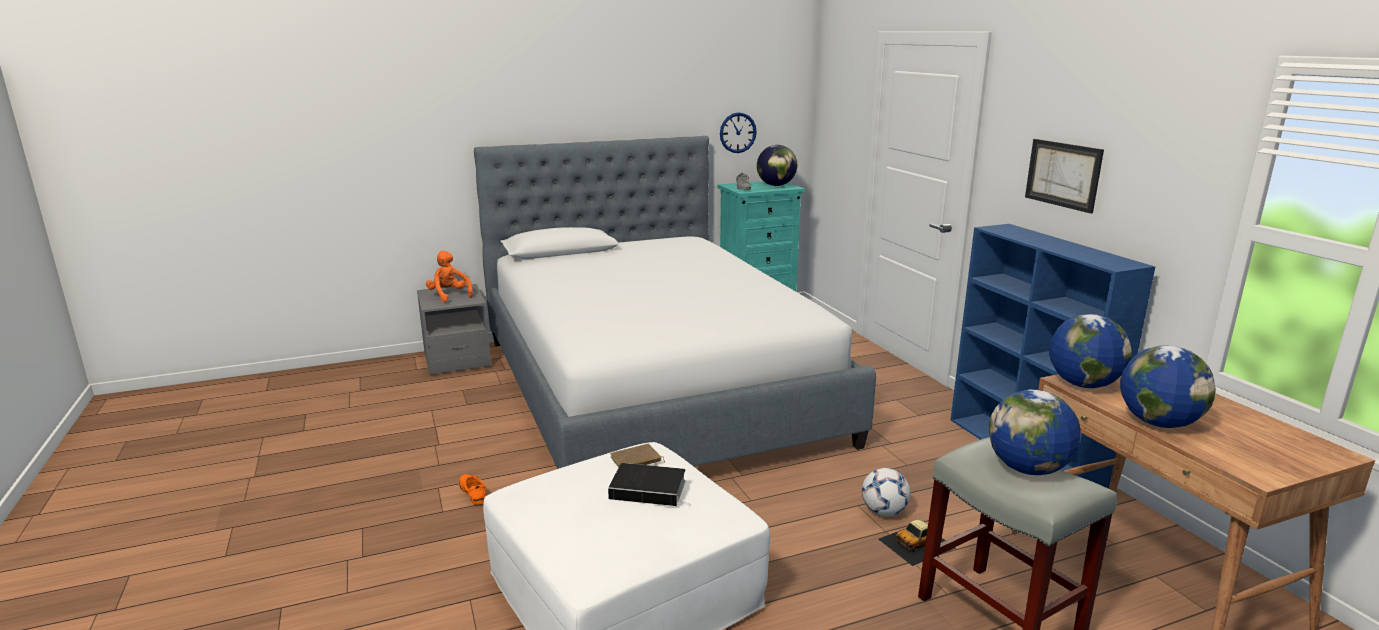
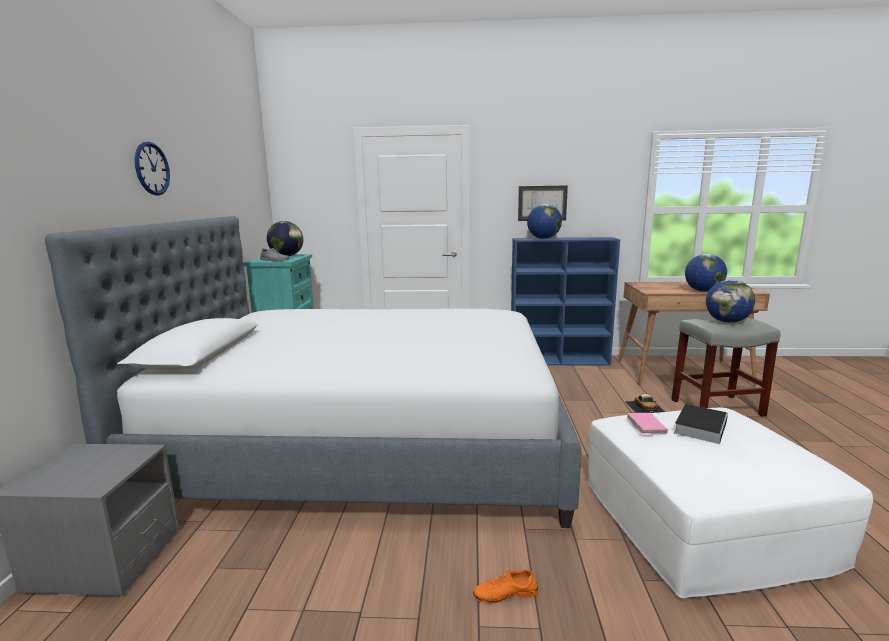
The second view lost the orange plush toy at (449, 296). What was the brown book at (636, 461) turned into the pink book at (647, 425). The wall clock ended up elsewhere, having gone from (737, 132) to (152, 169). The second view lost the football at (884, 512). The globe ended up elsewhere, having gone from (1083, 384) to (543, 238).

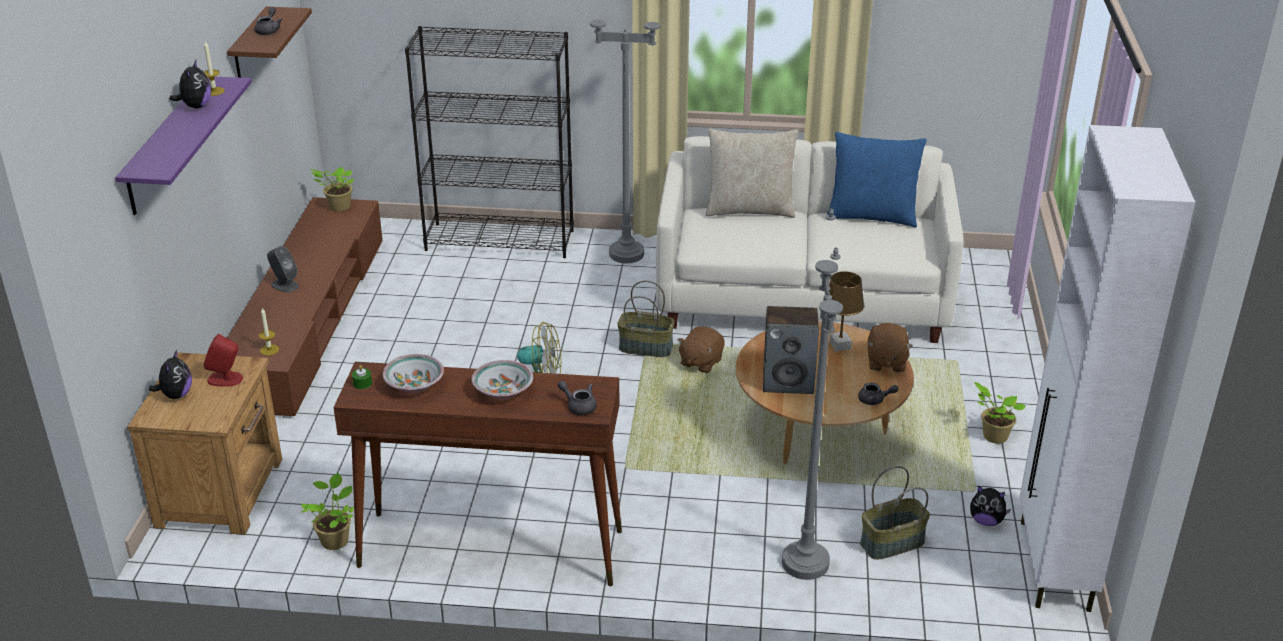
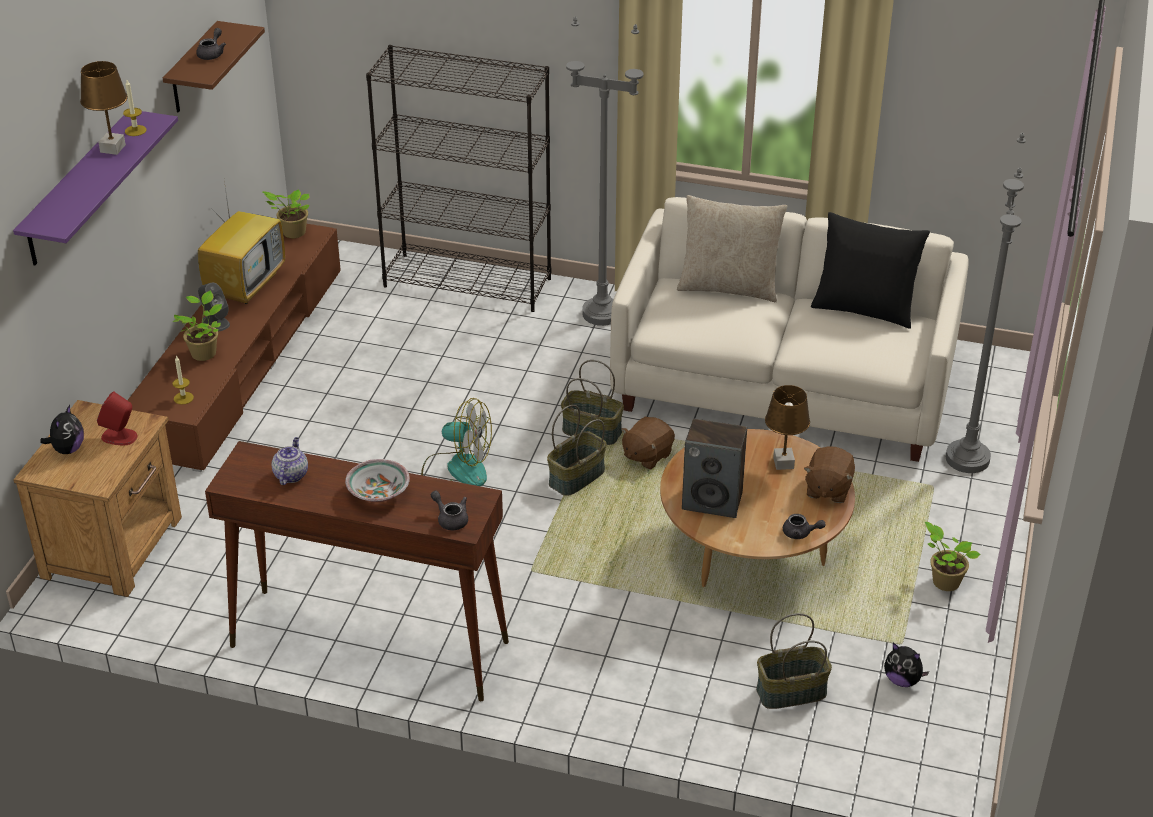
Where the plush toy stood at (196, 106), the brown table lamp came to stand at (112, 148). The potted plant ended up elsewhere, having gone from (335, 540) to (204, 352). The second view lost the green candle at (362, 383). Where the bowl stood at (414, 385), the teapot came to stand at (291, 475). The grey floor lamp ended up elsewhere, having gone from (805, 563) to (967, 459). What was the blue pillow at (872, 216) turned into the black pillow at (864, 308). The second view lost the white cabinet at (1054, 566). The second view gained the television at (246, 284). The second view gained the basket at (577, 478).

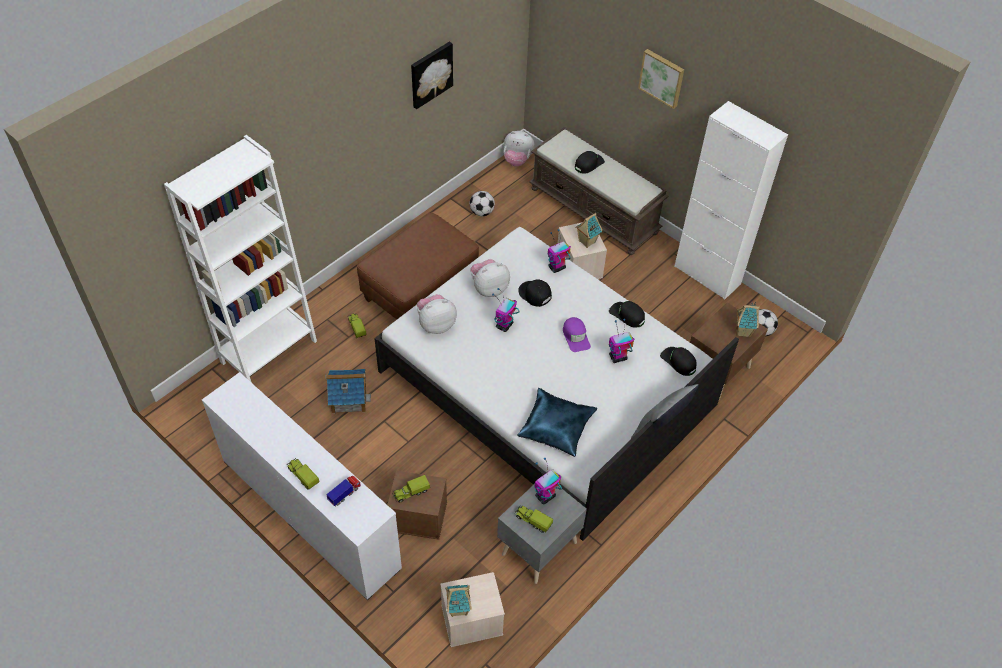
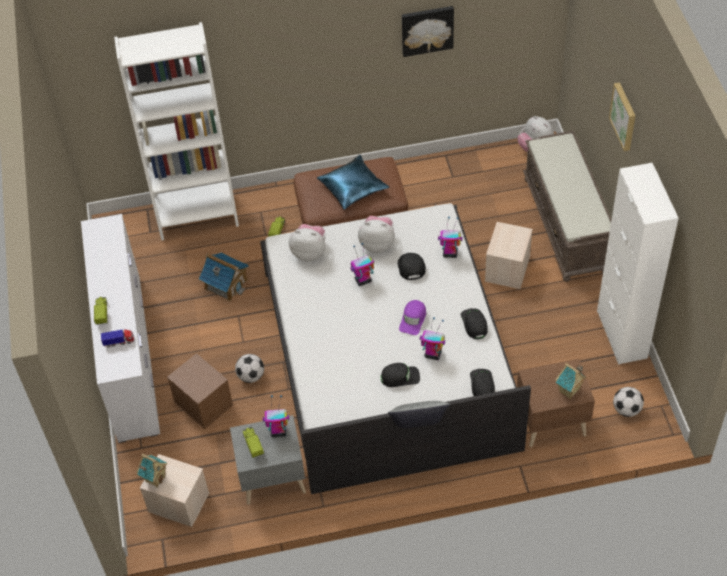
The second view lost the toy truck at (411, 492). The football ended up elsewhere, having gone from (482, 212) to (251, 376). The blue pillow ended up elsewhere, having gone from (555, 427) to (352, 187). The black cap ended up elsewhere, having gone from (588, 164) to (400, 377). The second view lost the toy house at (586, 242).

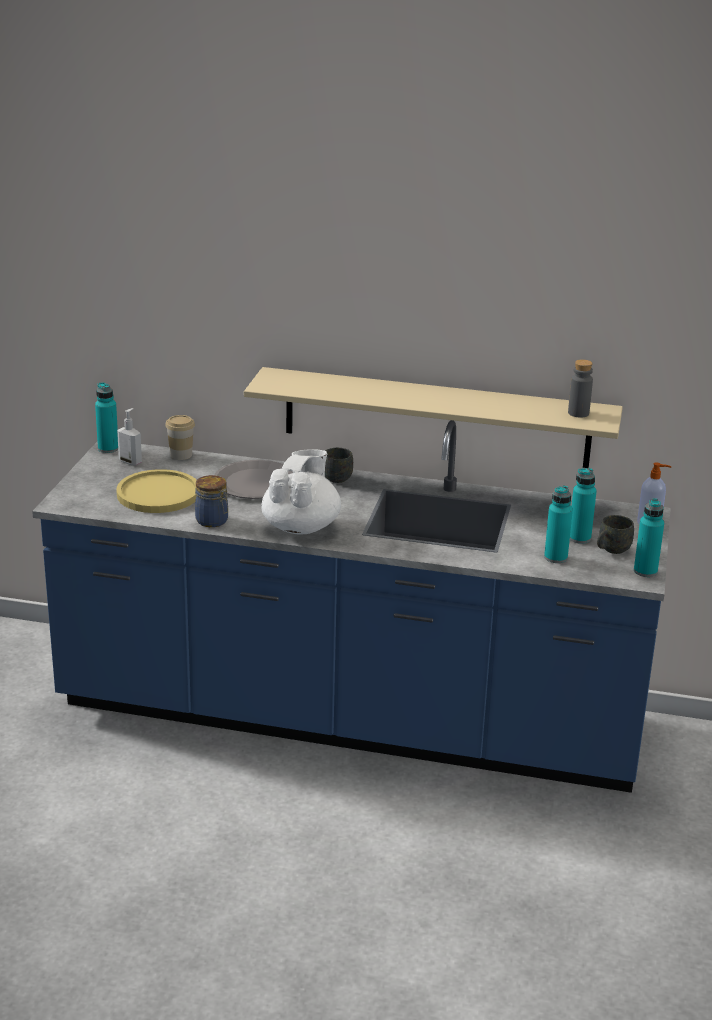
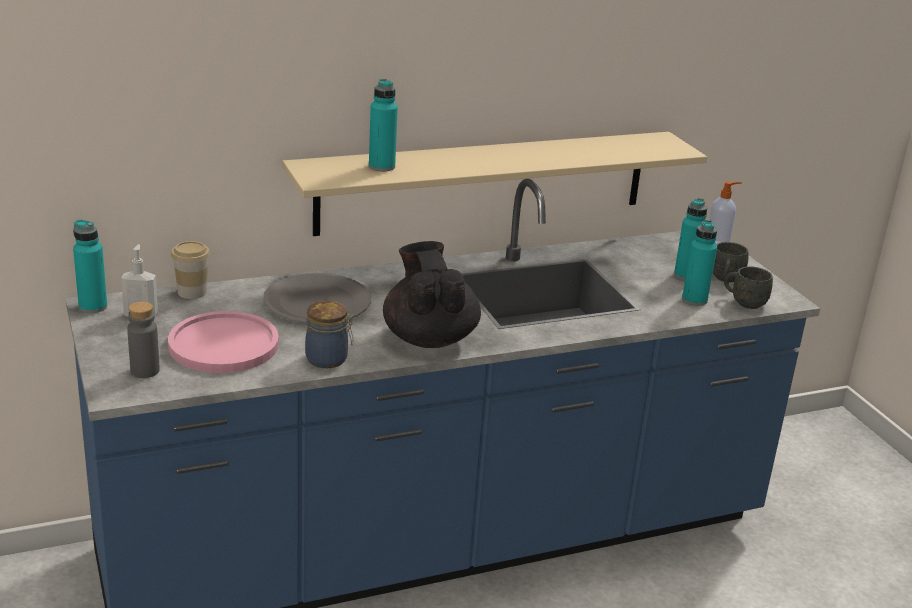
What was the yellow plate at (158, 494) turned into the pink plate at (223, 345). What was the white teapot at (301, 527) turned into the black teapot at (429, 338). The grey mug ended up elsewhere, having gone from (335, 477) to (744, 302). The grey bottle ended up elsewhere, having gone from (578, 413) to (145, 371). The turquoise bottle ended up elsewhere, having gone from (645, 571) to (381, 167).

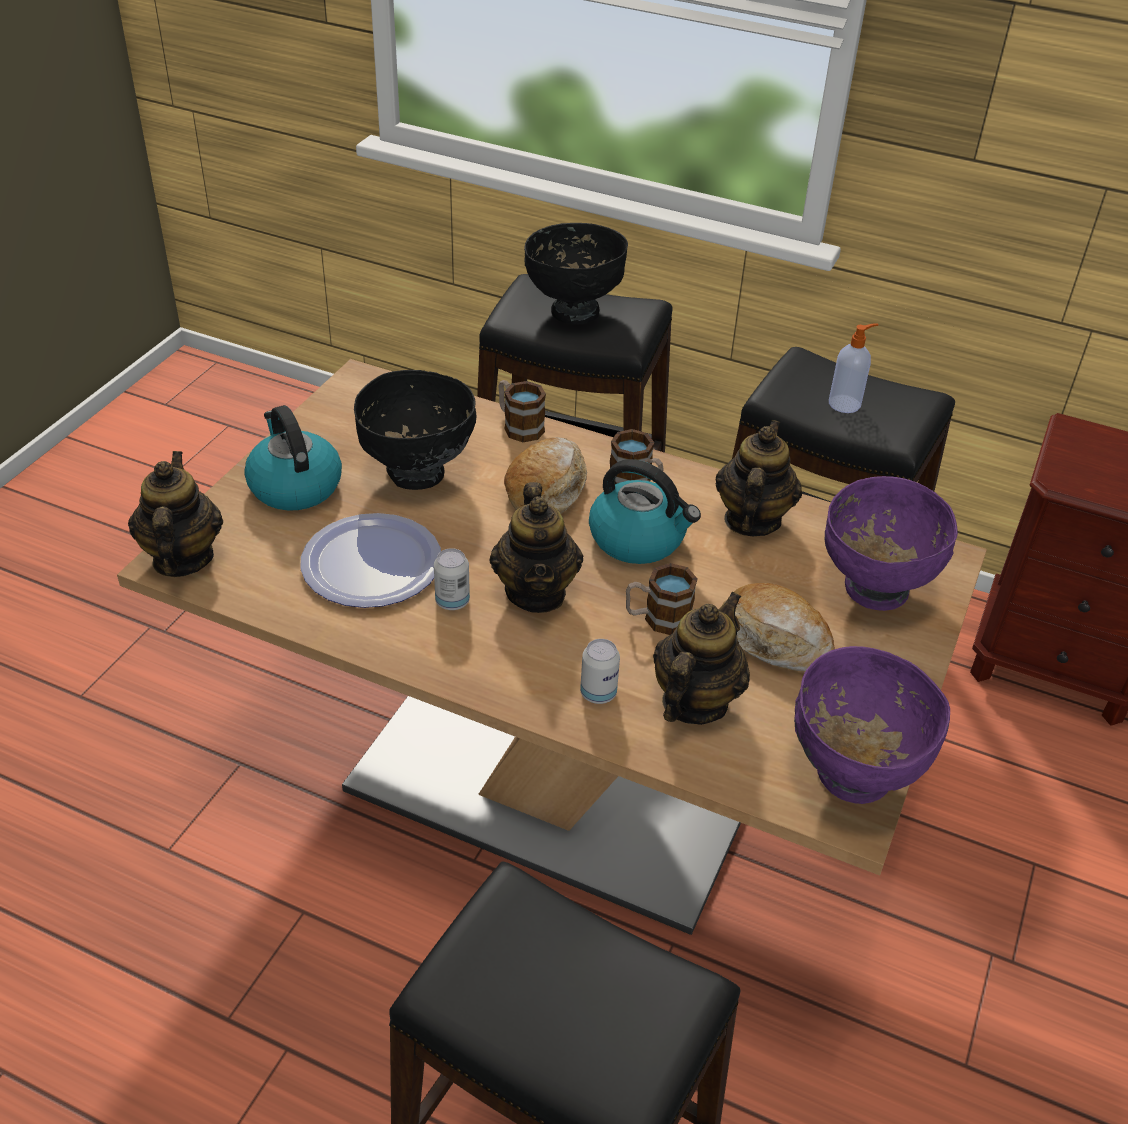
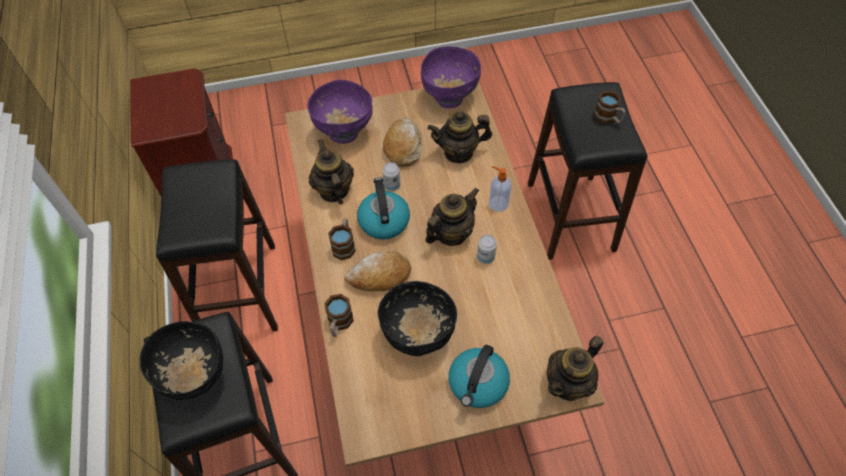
The second view lost the plate at (371, 563). The can ended up elsewhere, having gone from (598, 693) to (392, 185). The mug ended up elsewhere, having gone from (657, 618) to (608, 118). The teapot at (751, 520) ended up facing another way, 90 degrees clockwise from before. The soap dispenser ended up elsewhere, having gone from (845, 404) to (497, 203).

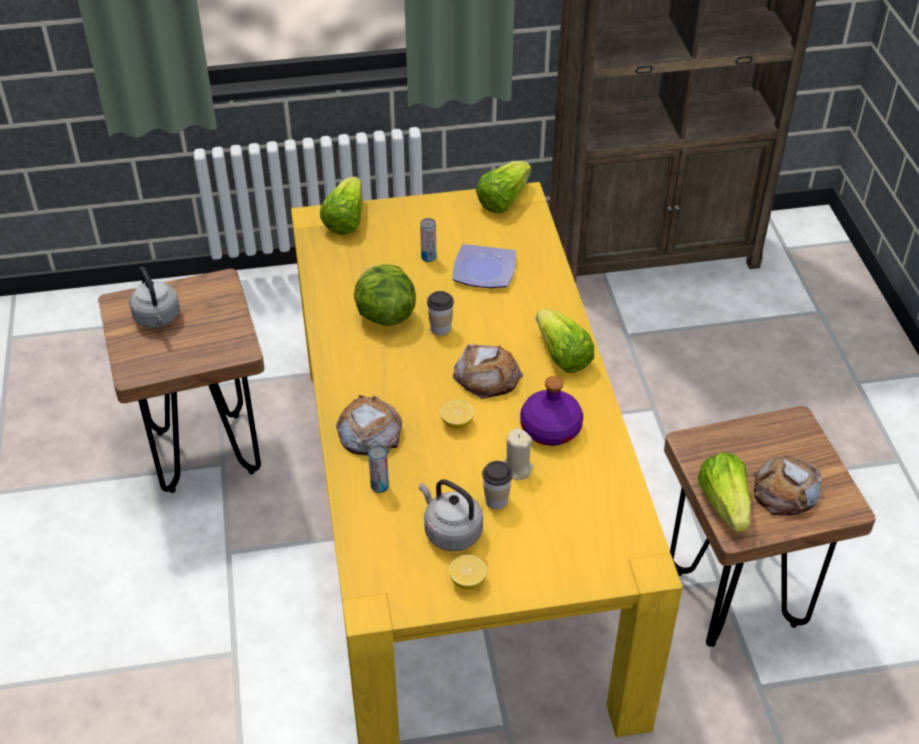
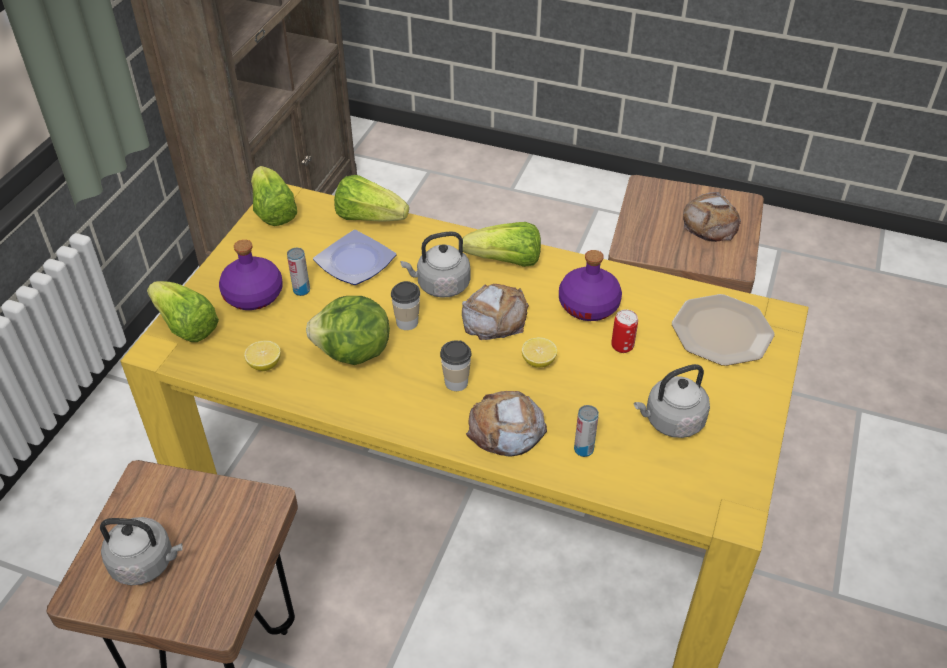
The lemon ended up elsewhere, having gone from (467, 580) to (264, 364). The cup ended up elsewhere, having gone from (496, 500) to (456, 382). Where the beige candle stood at (516, 468), the can came to stand at (622, 346). The lettuce ended up elsewhere, having gone from (724, 504) to (369, 217). The second view gained the purple bottle at (252, 295). The second view gained the grey kettle at (440, 285). The second view gained the plate at (721, 332).

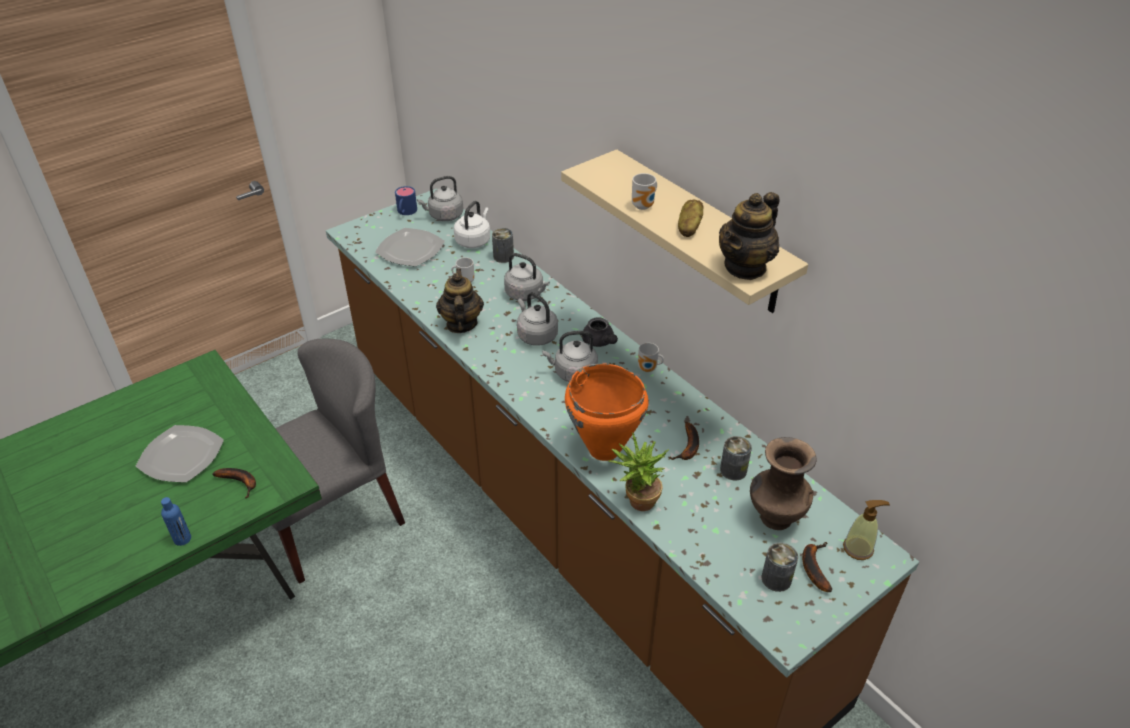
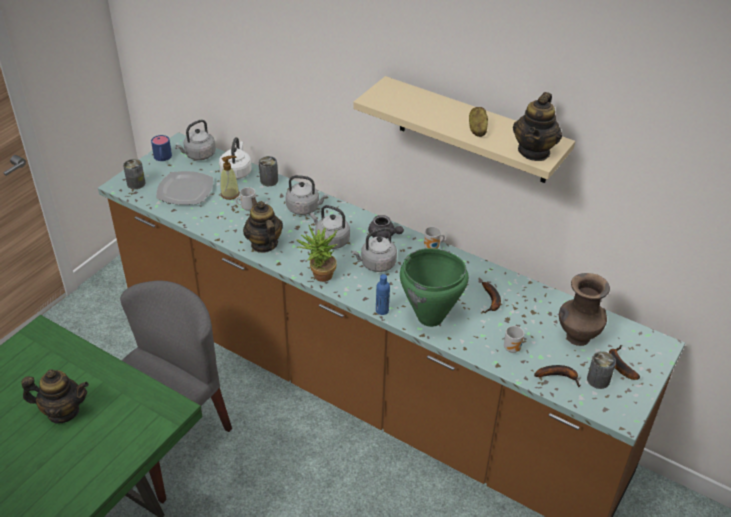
Where the plate stood at (181, 455), the teapot came to stand at (63, 411). The blue bottle ended up elsewhere, having gone from (182, 539) to (382, 310). The banana ended up elsewhere, having gone from (240, 482) to (559, 376). What was the orange cooking pot at (604, 450) turned into the green cooking pot at (430, 318). The potted plant ended up elsewhere, having gone from (636, 501) to (319, 276). The mug ended up elsewhere, having gone from (644, 206) to (513, 348). The can ended up elsewhere, having gone from (733, 470) to (136, 183). The soap dispenser ended up elsewhere, having gone from (858, 548) to (230, 194).

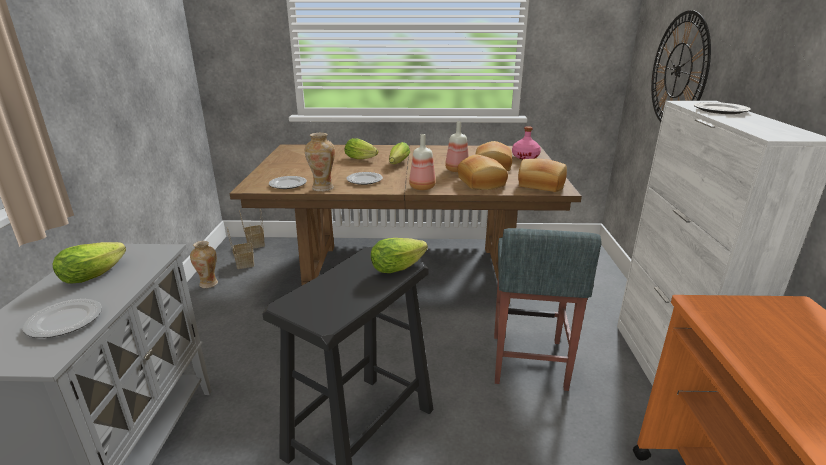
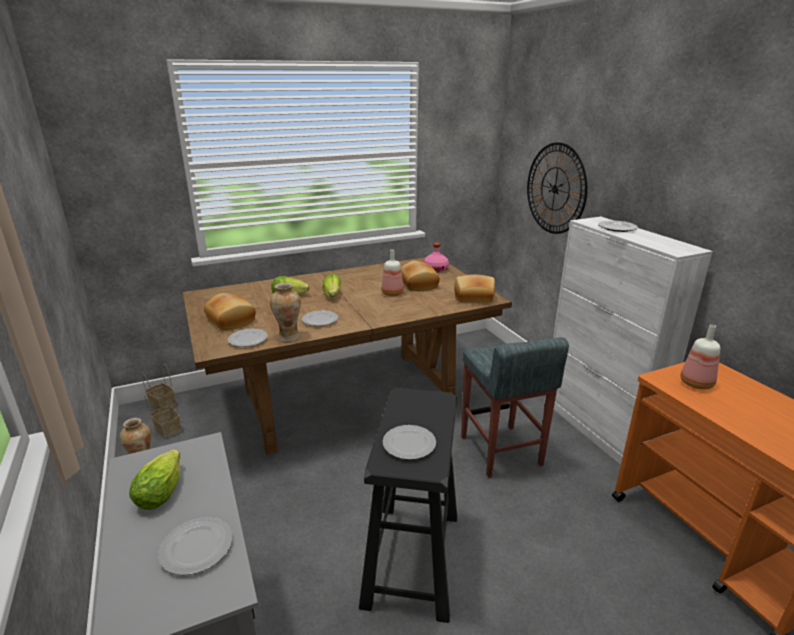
The second view lost the lettuce at (401, 266). The bottle ended up elsewhere, having gone from (422, 188) to (697, 384). The bread ended up elsewhere, having gone from (482, 182) to (232, 320). The second view gained the plate at (409, 444).

